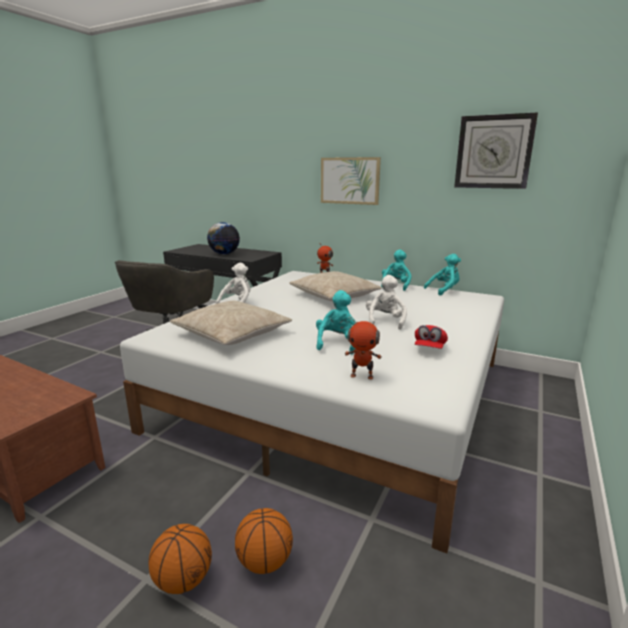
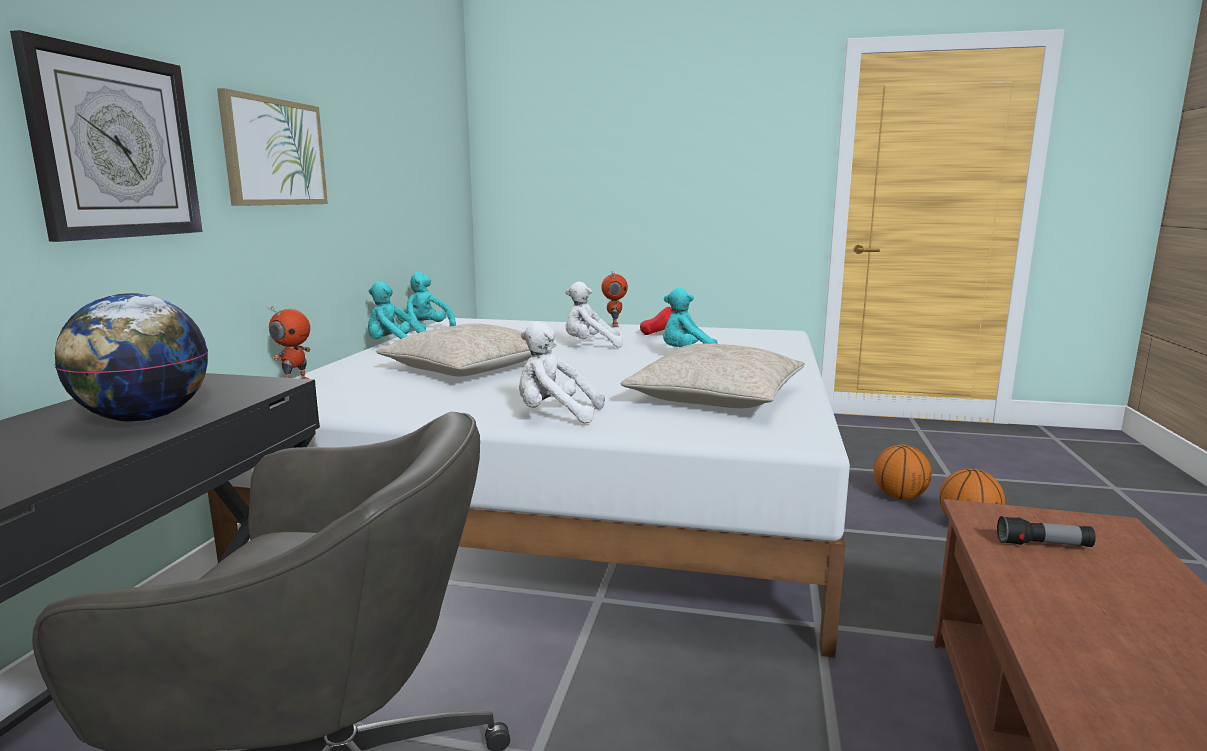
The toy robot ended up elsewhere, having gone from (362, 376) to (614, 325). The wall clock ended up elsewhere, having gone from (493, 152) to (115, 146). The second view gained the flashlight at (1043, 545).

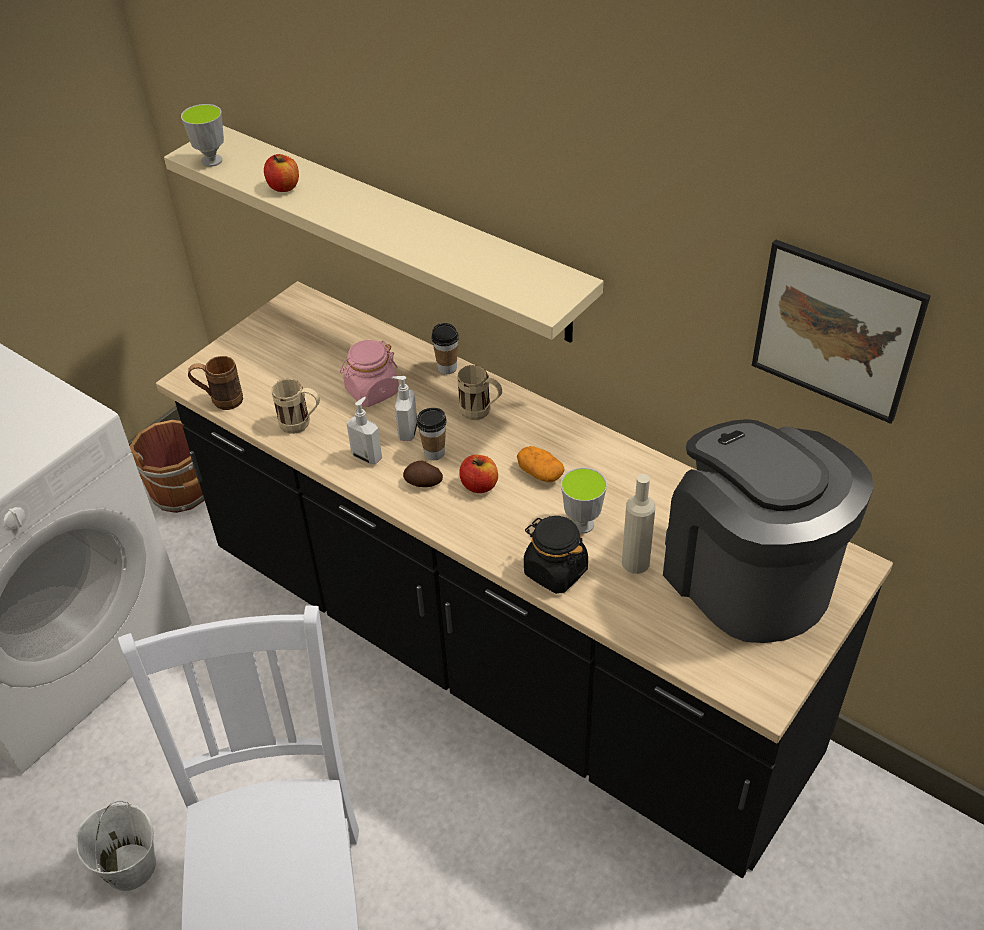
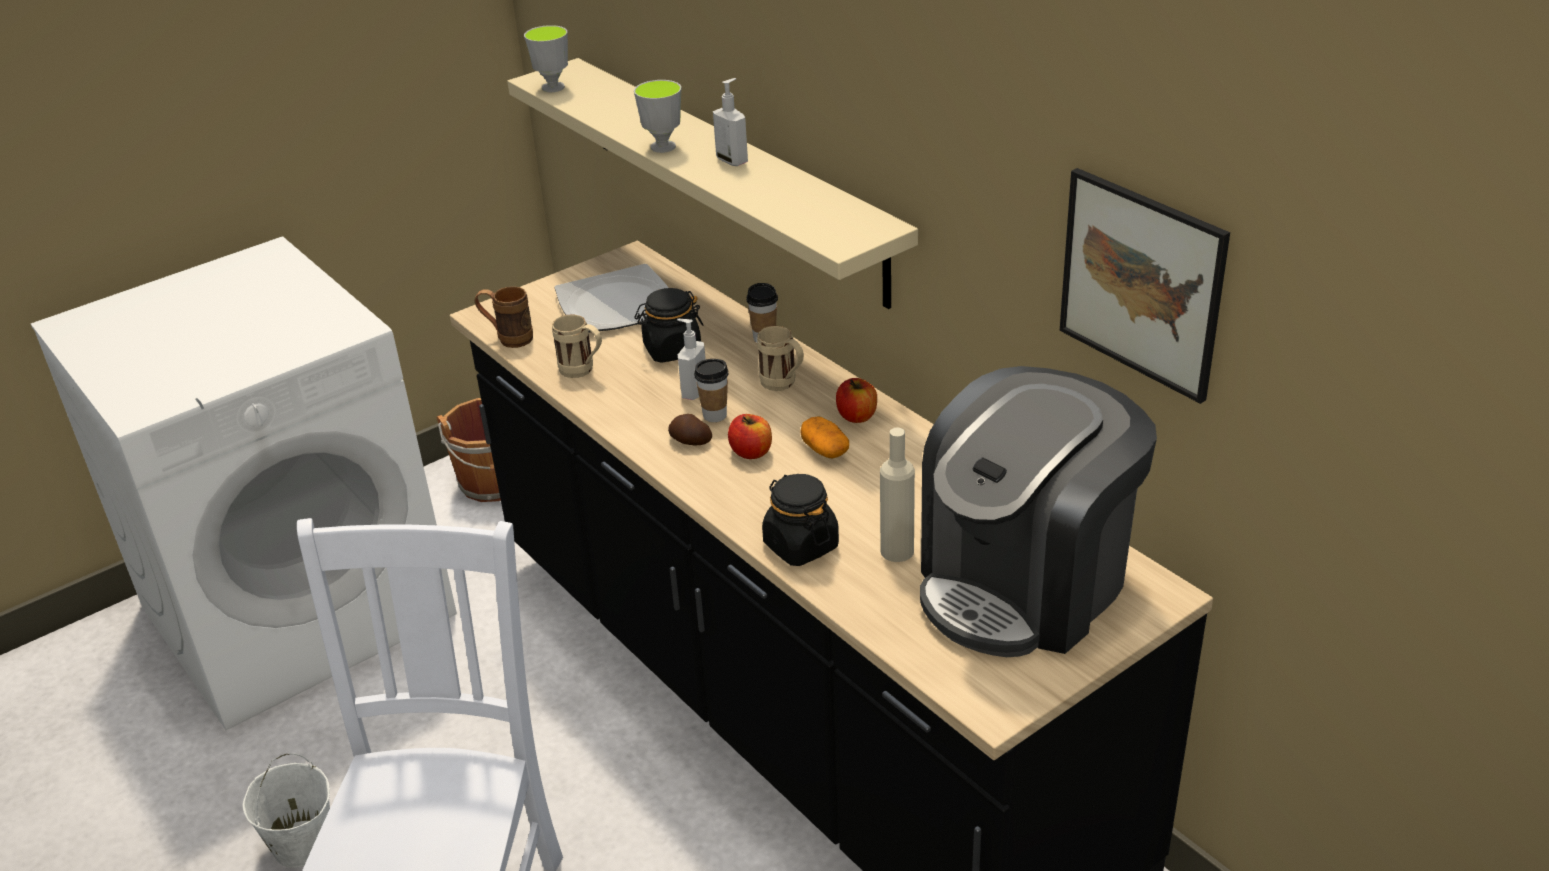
The apple ended up elsewhere, having gone from (284, 187) to (857, 416). What was the pink jar at (372, 391) turned into the black jar at (672, 350). The soap dispenser ended up elsewhere, having gone from (367, 456) to (733, 160). The cup ended up elsewhere, having gone from (582, 524) to (663, 147). The coffee machine at (748, 576) ended up facing another way, 120 degrees counterclockwise from before. The second view gained the plate at (615, 304).

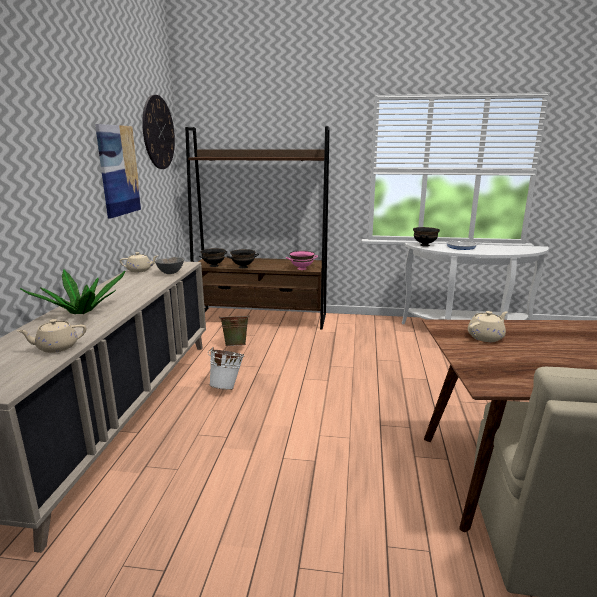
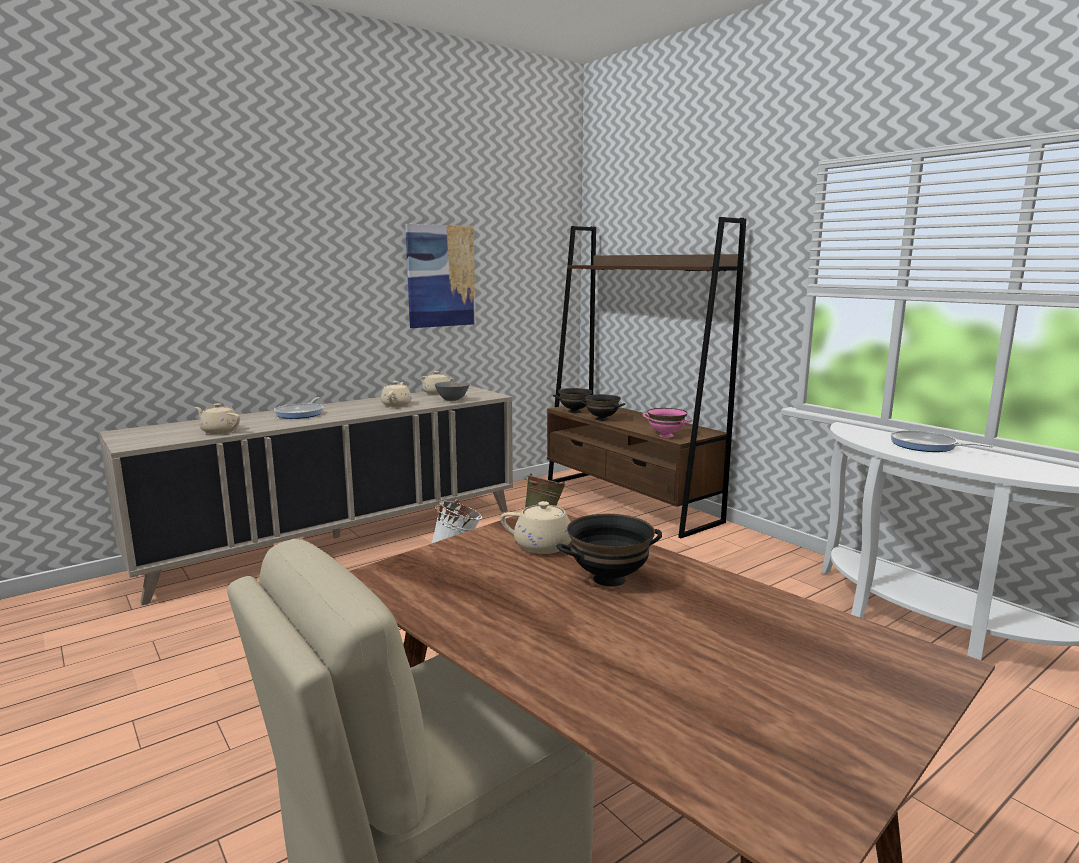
Where the potted plant stood at (81, 312), the frying pan came to stand at (301, 413). The second view lost the wall clock at (158, 132). The black bowl ended up elsewhere, having gone from (424, 245) to (609, 579). The second view gained the beige teapot at (396, 404).

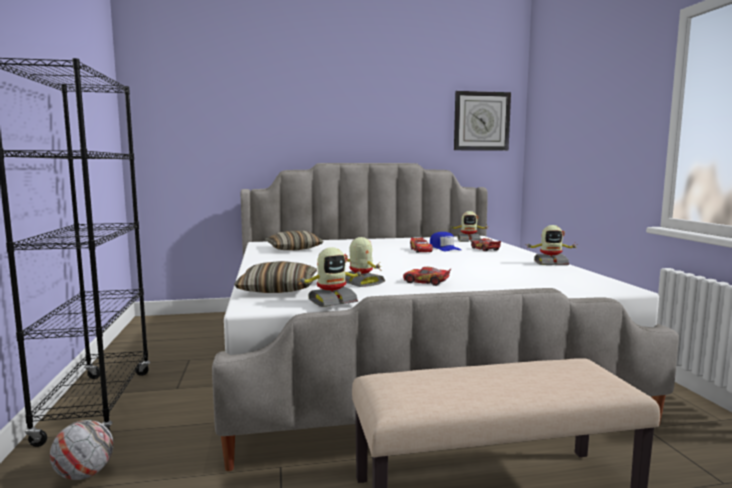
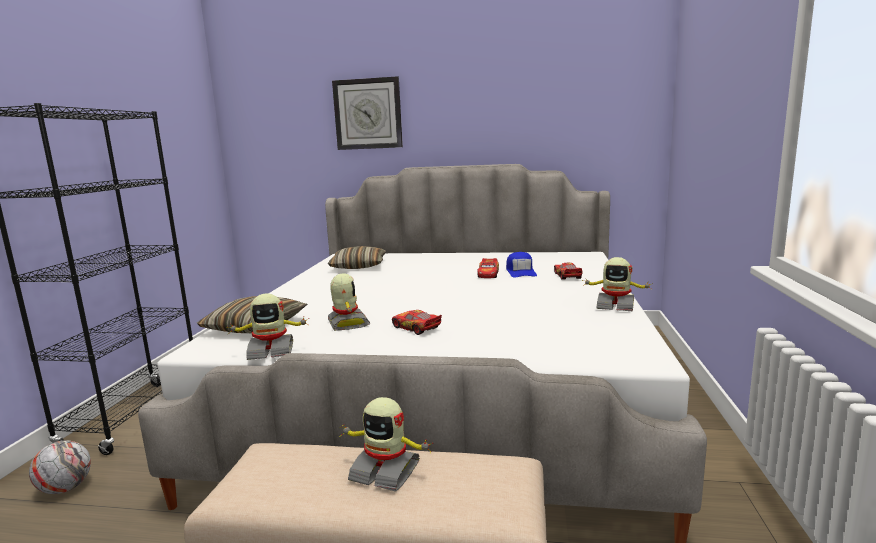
The toy robot ended up elsewhere, having gone from (468, 240) to (385, 471). The wall clock ended up elsewhere, having gone from (481, 121) to (368, 114).

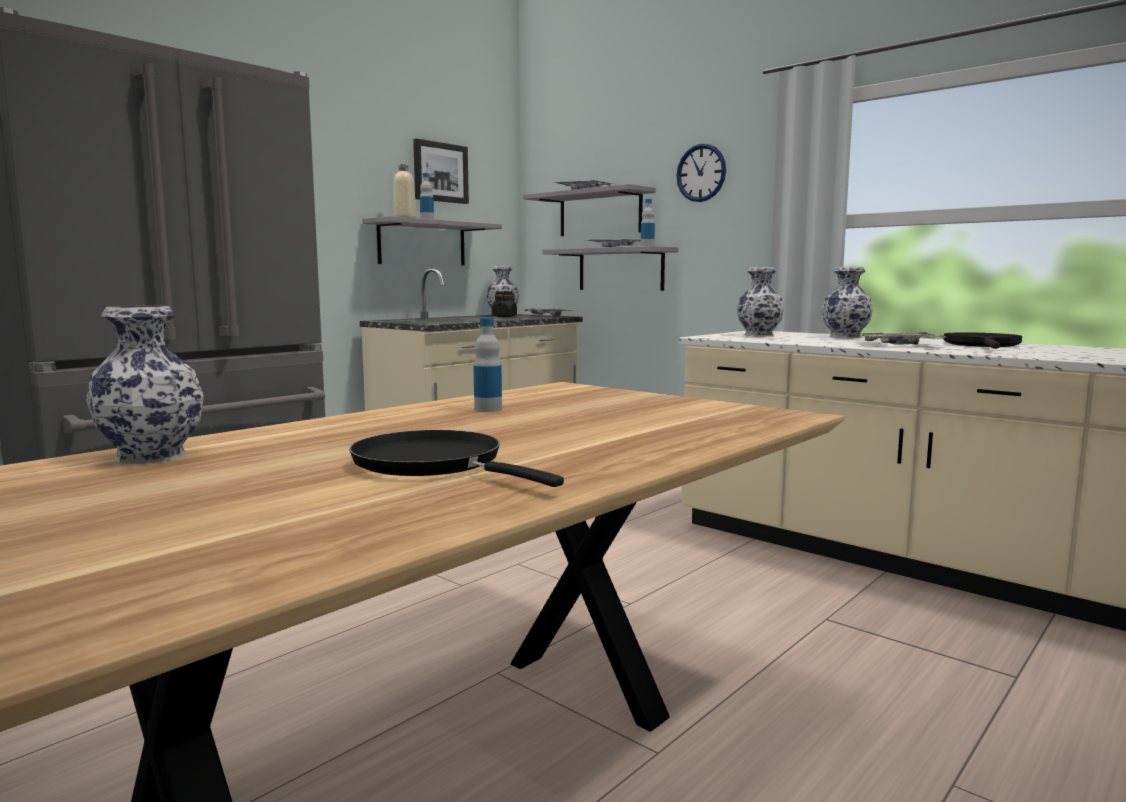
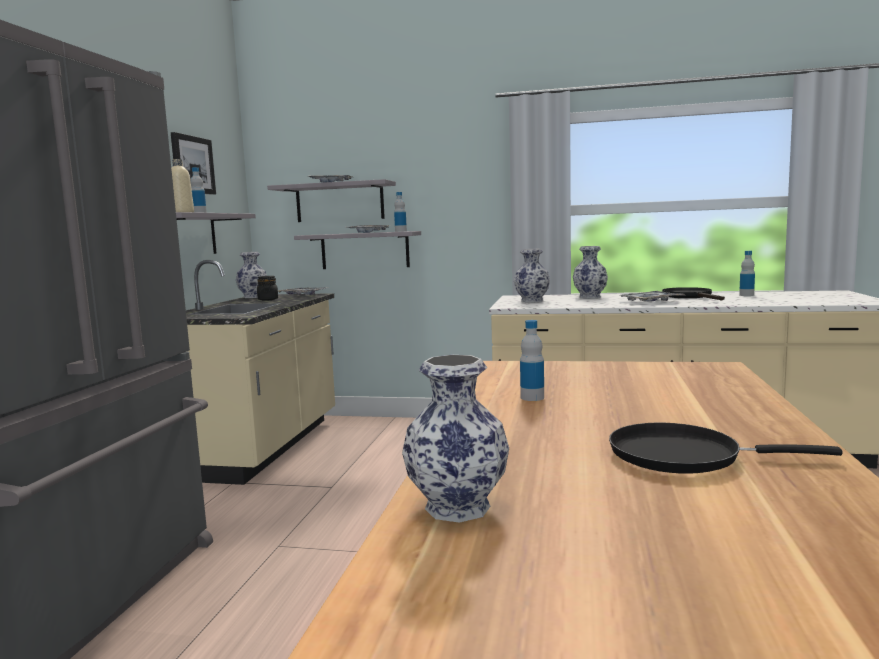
The second view lost the wall clock at (701, 173). The second view gained the bottle at (746, 295).

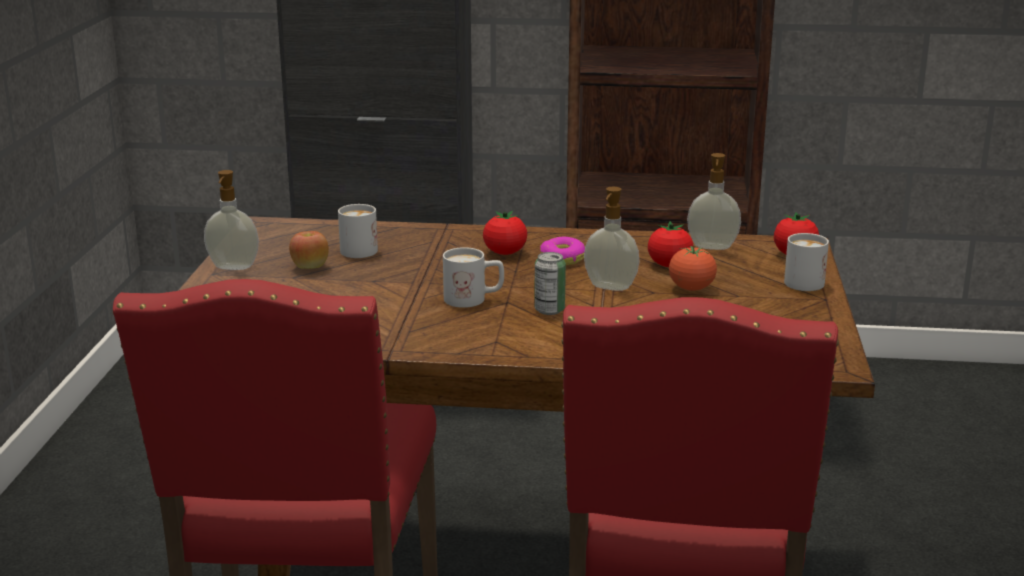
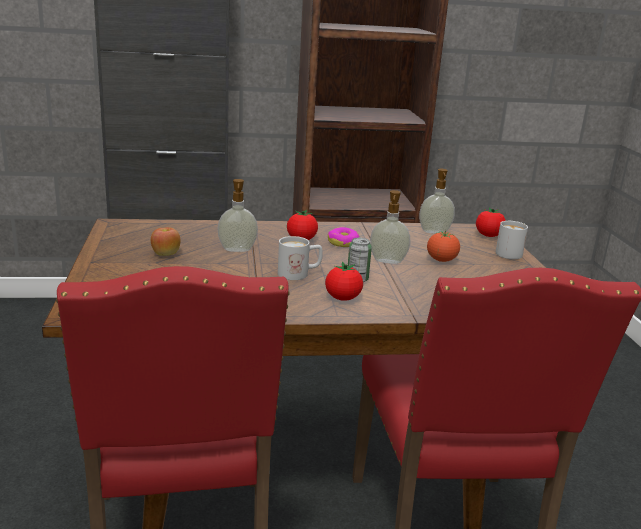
The soap dispenser ended up elsewhere, having gone from (233, 267) to (237, 250). The second view lost the white mug at (361, 248). The tomato ended up elsewhere, having gone from (669, 265) to (343, 298).

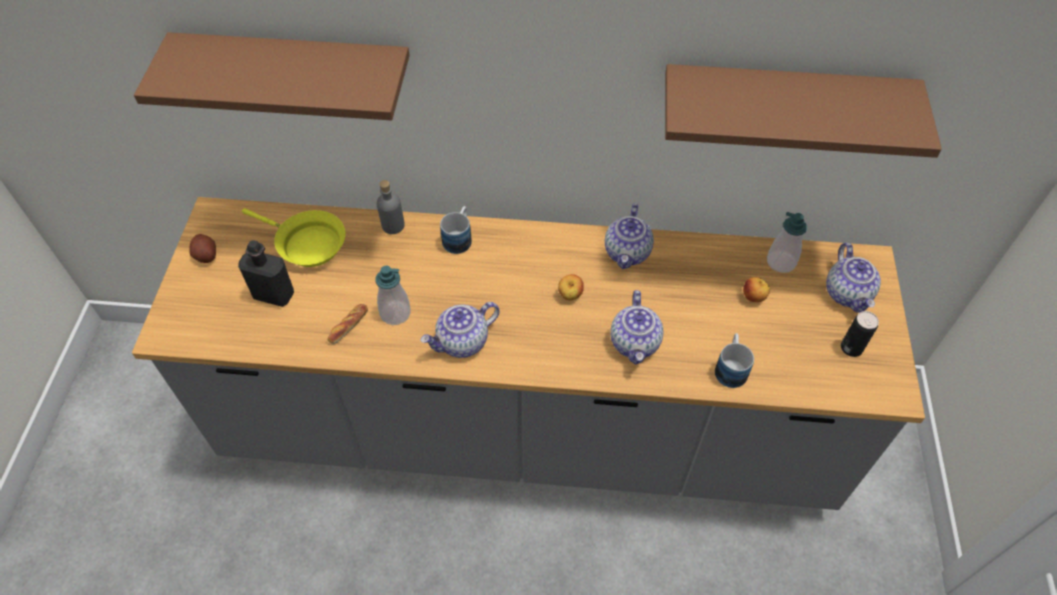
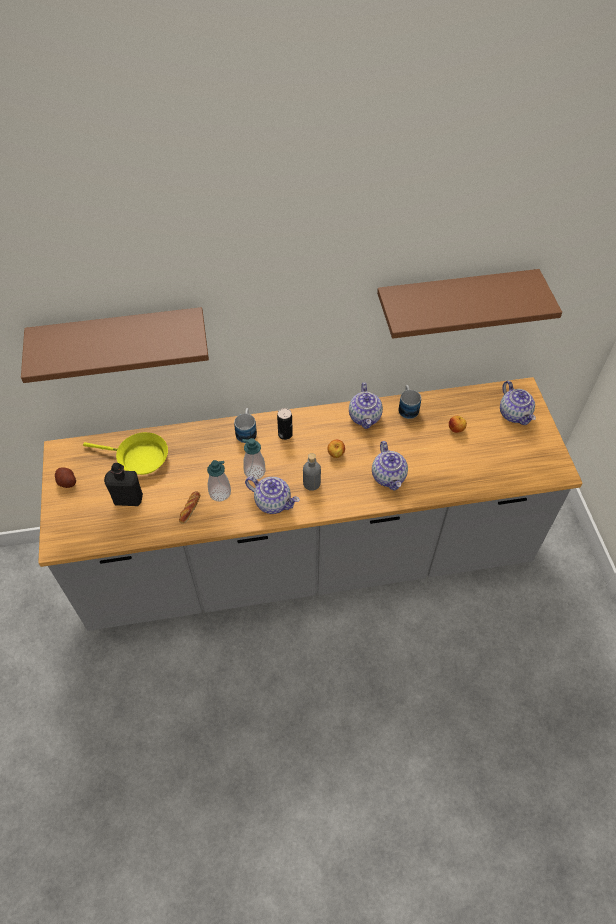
The grey bottle ended up elsewhere, having gone from (393, 225) to (311, 483). The teapot at (462, 342) ended up facing another way, 105 degrees counterclockwise from before. The mug ended up elsewhere, having gone from (730, 367) to (407, 407). The soap dispenser ended up elsewhere, having gone from (781, 262) to (254, 471). The can ended up elsewhere, having gone from (851, 348) to (285, 434).

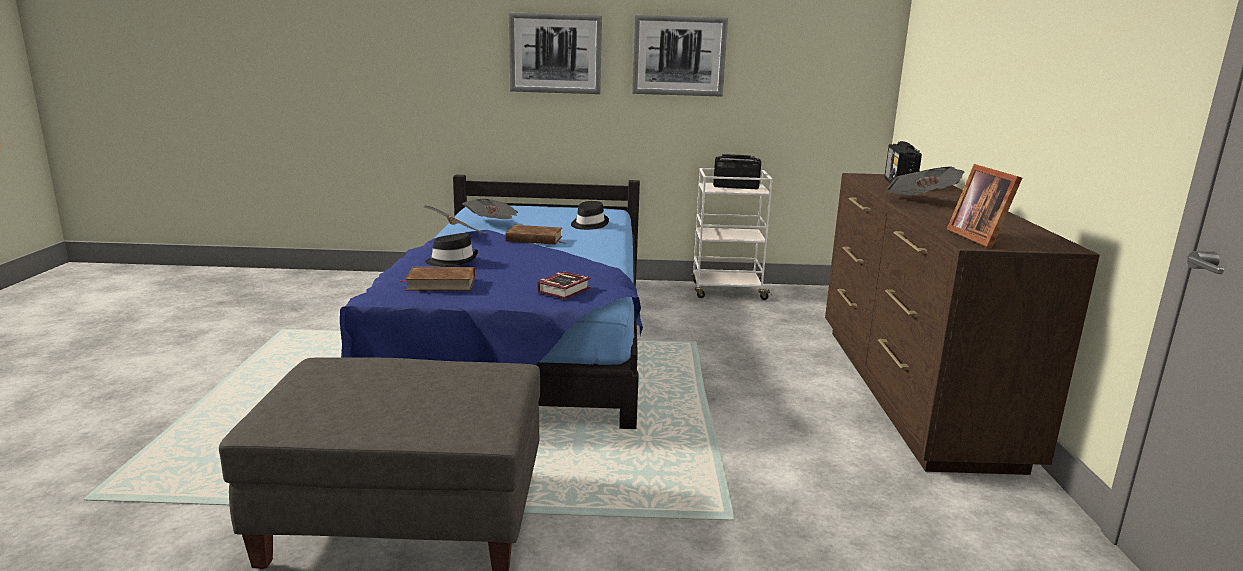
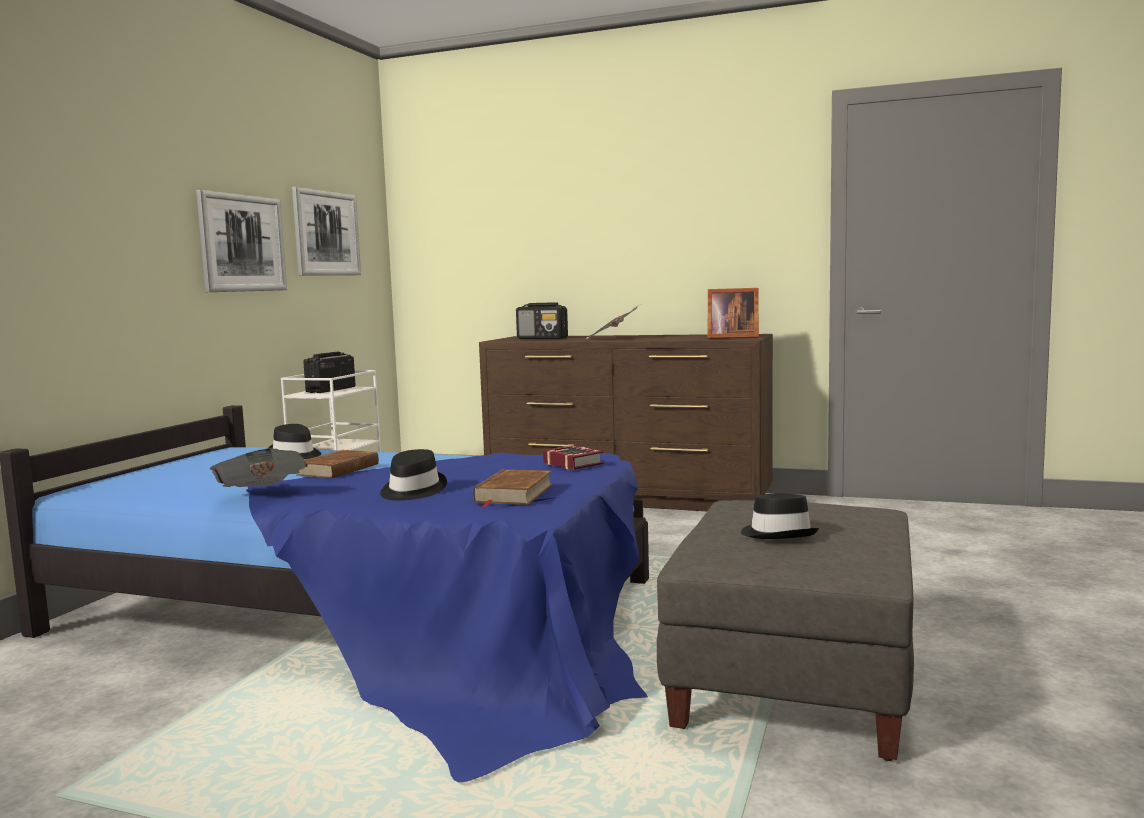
The second view lost the newspaper at (492, 224). The picture ended up elsewhere, having gone from (555, 53) to (326, 233). The second view gained the black hat at (778, 534).

